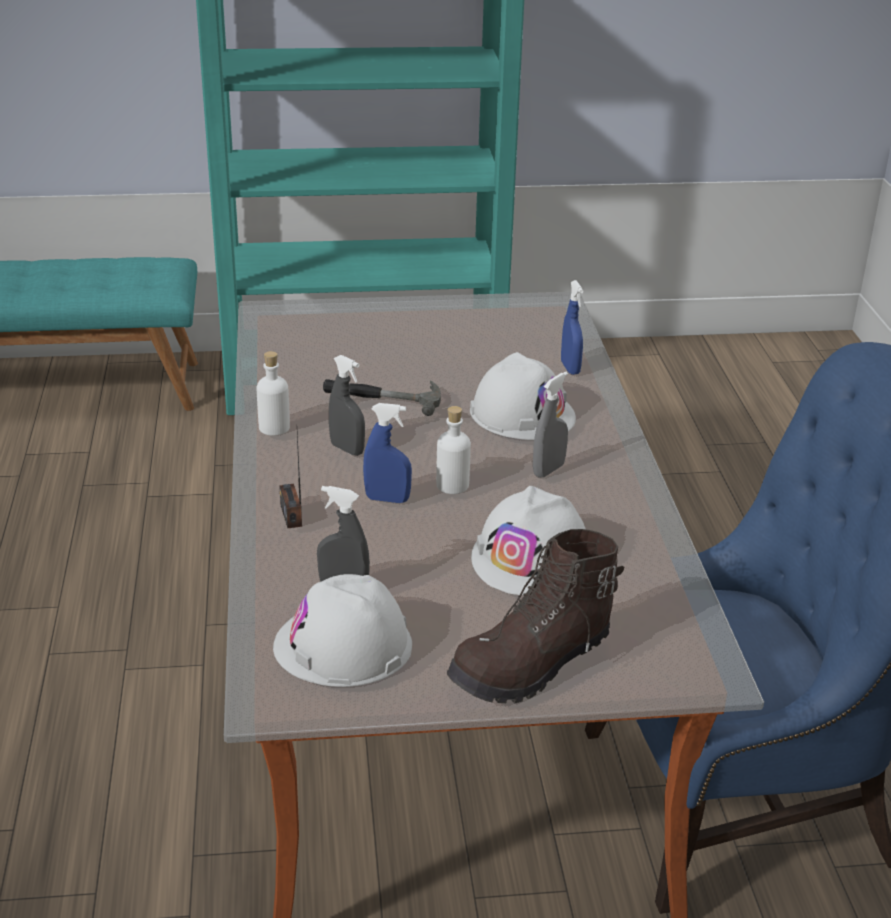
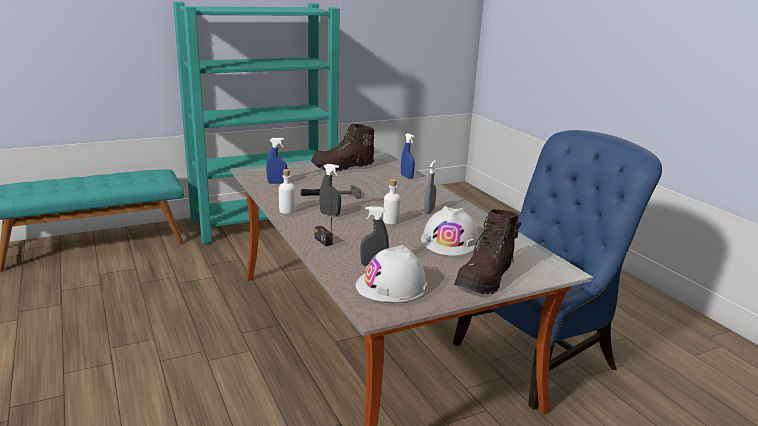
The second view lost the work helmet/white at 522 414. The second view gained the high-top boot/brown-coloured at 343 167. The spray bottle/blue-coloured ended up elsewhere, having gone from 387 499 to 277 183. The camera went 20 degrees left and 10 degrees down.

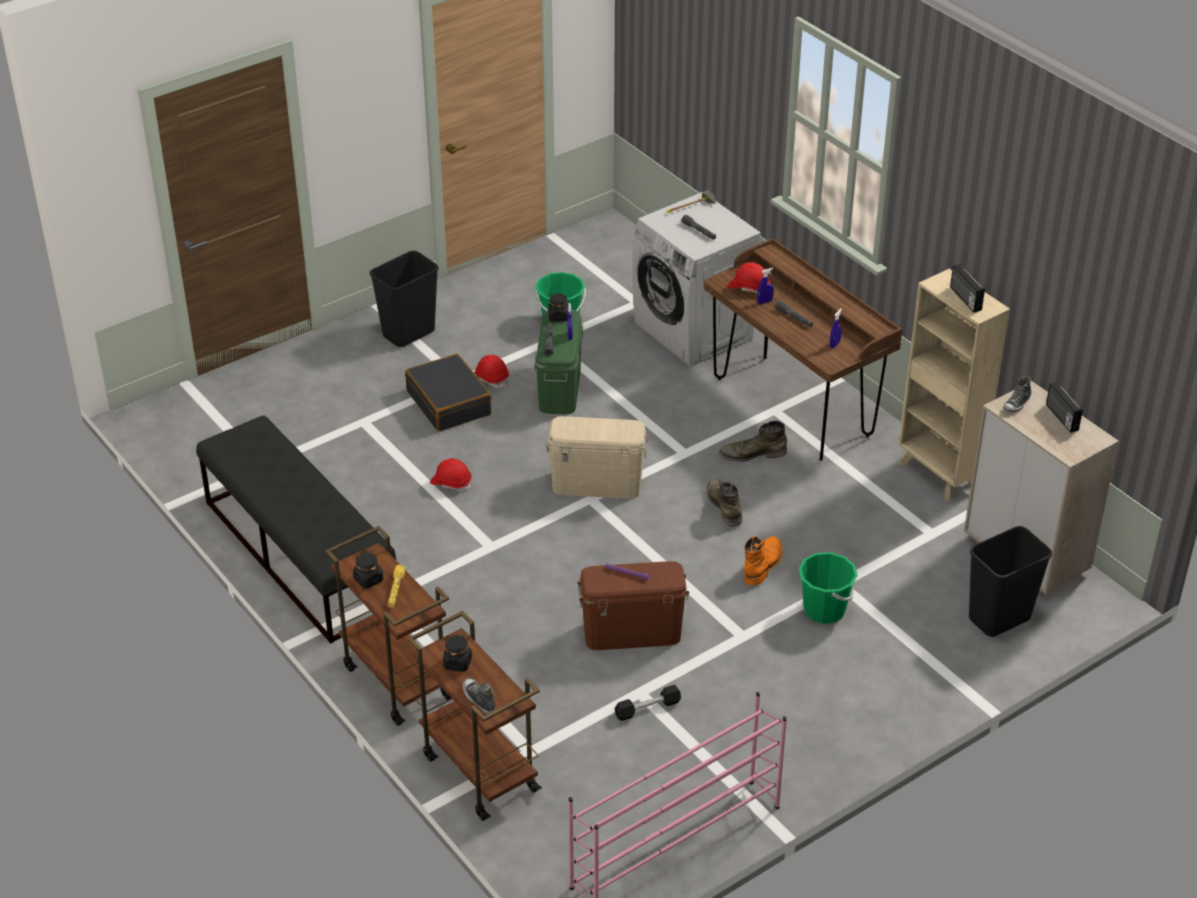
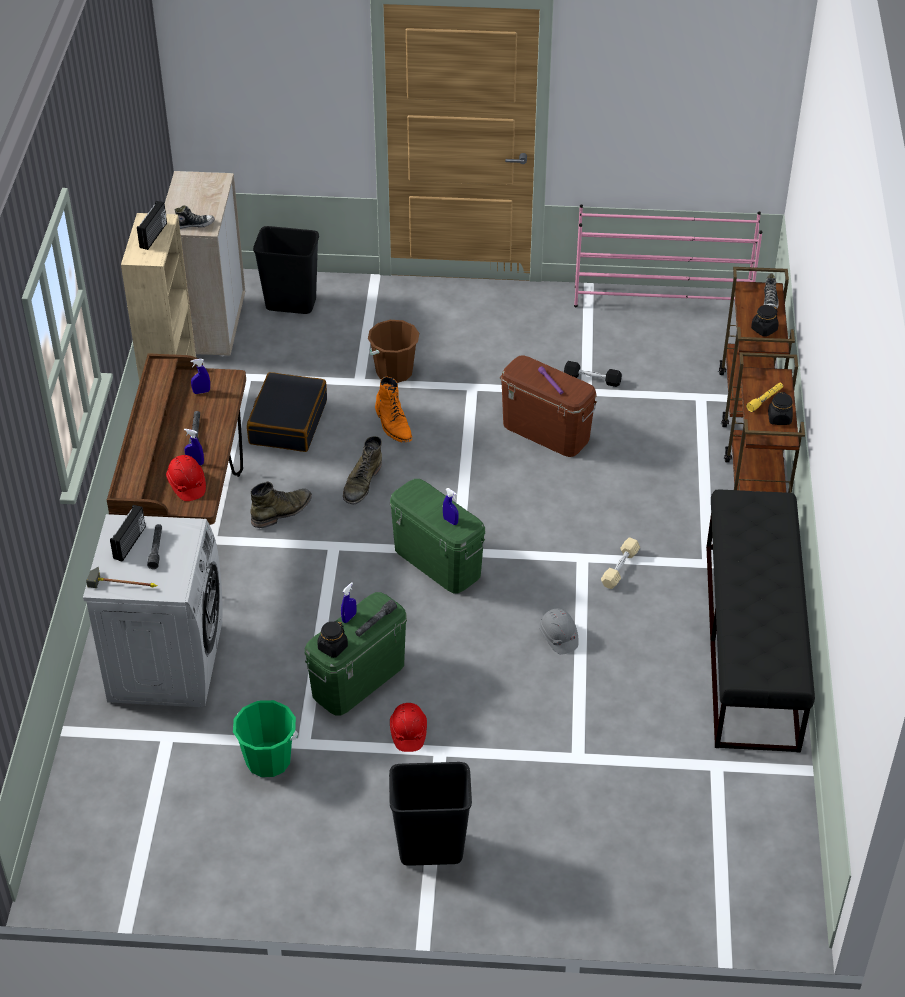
The second view gained the spray bottle/blue-coloured at 450 521. The second view gained the hand weight/sand-coloured at 620 568. The travel case/black-coloured ended up elsewhere, having gone from 449 403 to 287 422. The radio receiver ended up elsewhere, having gone from 1061 417 to 130 543. What was the work helmet/red-coloured at 451 483 turned into the work helmet/gray at 558 637. What was the storage box/sand-coloured at 597 483 turned into the storage box/green-coloured at 437 561. What was the bucket/green-coloured at 824 610 turned into the bucket/brown-coloured at 394 371. The high-top boot/green-coloured at 752 454 ended up facing another way, 75 degrees counterclockwise from before. The high-top boot/orange at 763 564 ended up facing another way, 90 degrees counterclockwise from before. The camera went 140 degrees left and 5 degrees up.

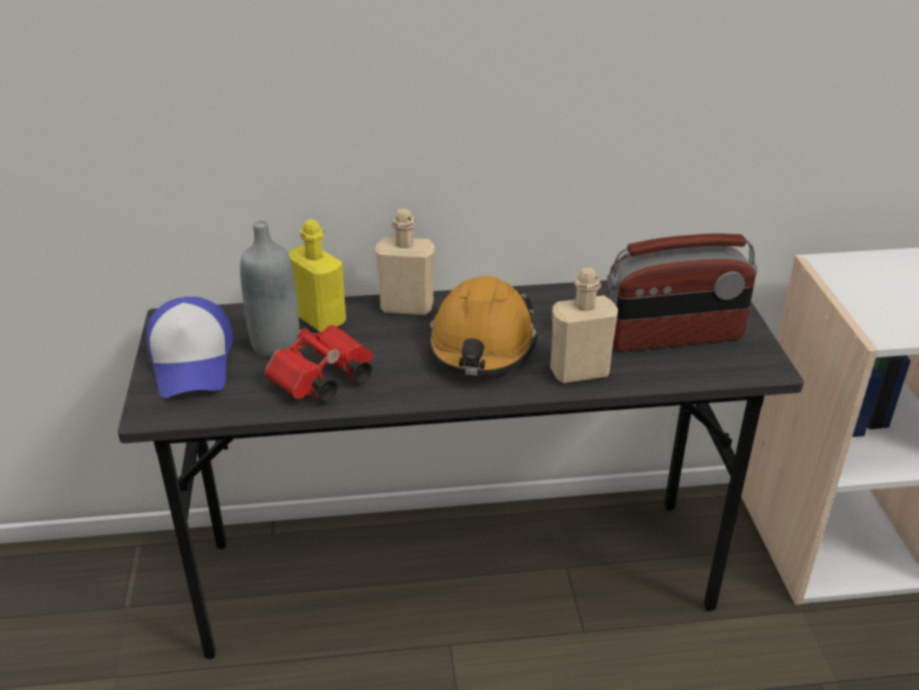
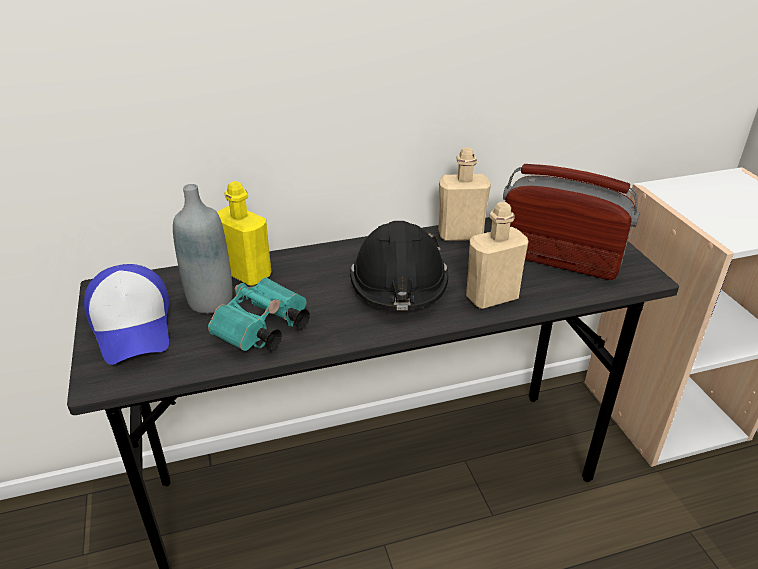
The drink bottle/sand-coloured ended up elsewhere, having gone from 407 307 to 460 235. What was the pair of binoculars/red-coloured at 321 381 turned into the pair of binoculars/turquoise at 262 331. What was the work helmet/orange at 481 346 turned into the work helmet/black-coloured at 399 283. The radio receiver at 673 337 ended up facing another way, 135 degrees counterclockwise from before. The camera went 10 degrees left and 0 degrees up.

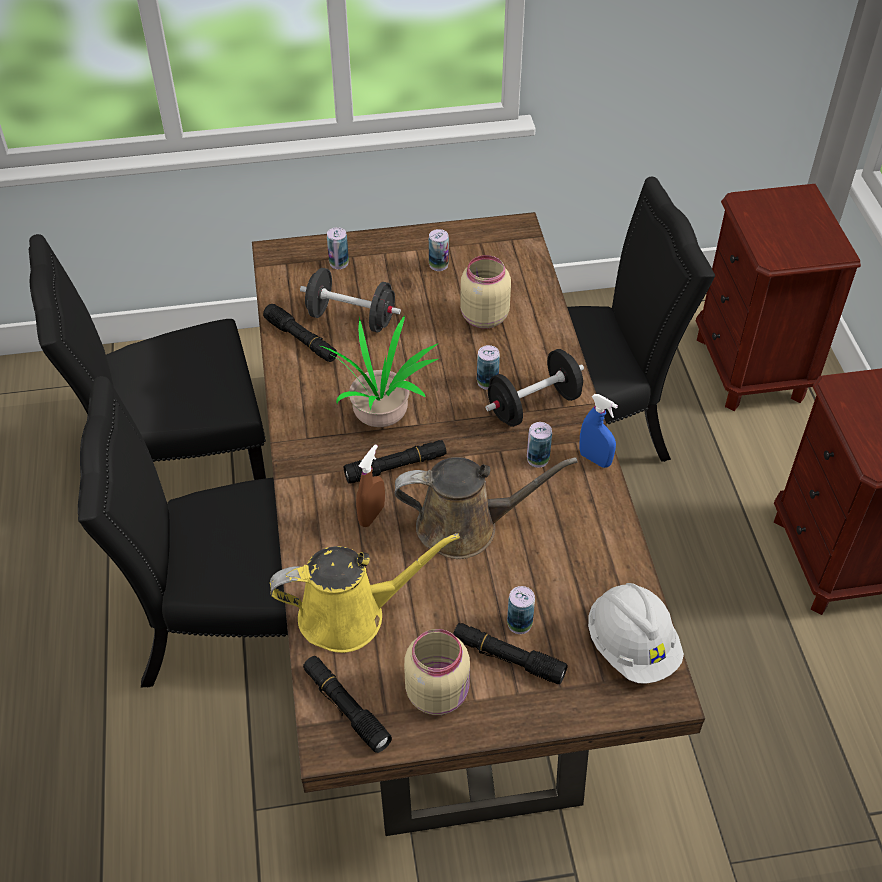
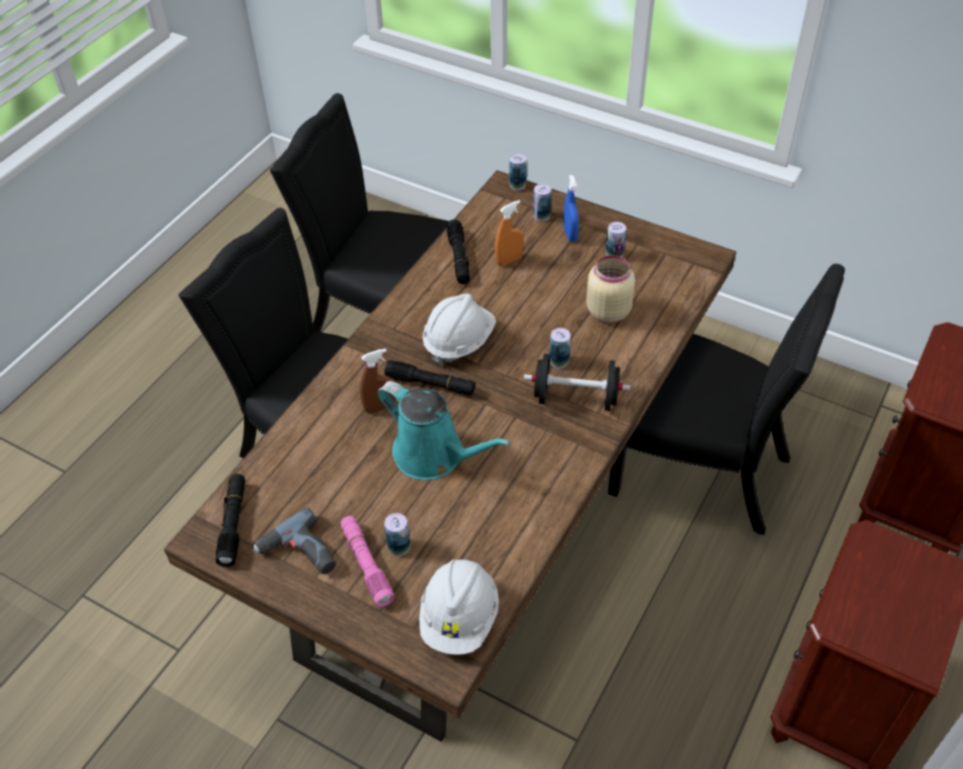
The second view lost the watering can/yellow-coloured at 350 615. The metal can ended up elsewhere, having gone from 537 459 to 517 185. The spray bottle/blue-coloured ended up elsewhere, having gone from 595 459 to 570 234. Where the hand weight/black-coloured stood at 351 318, the spray bottle/orange came to stand at 509 260. Where the potted plant stood at 382 415, the work helmet/white came to stand at 459 341. Where the storage jar/sand-coloured stood at 439 692, the power drill came to stand at 298 555. What was the watering can/brown-coloured at 465 526 turned into the watering can/turquoise at 434 455. What was the hand torch/black-coloured at 508 658 turned into the hand torch/pink-coloured at 366 564. The camera went 40 degrees right and 0 degrees up.

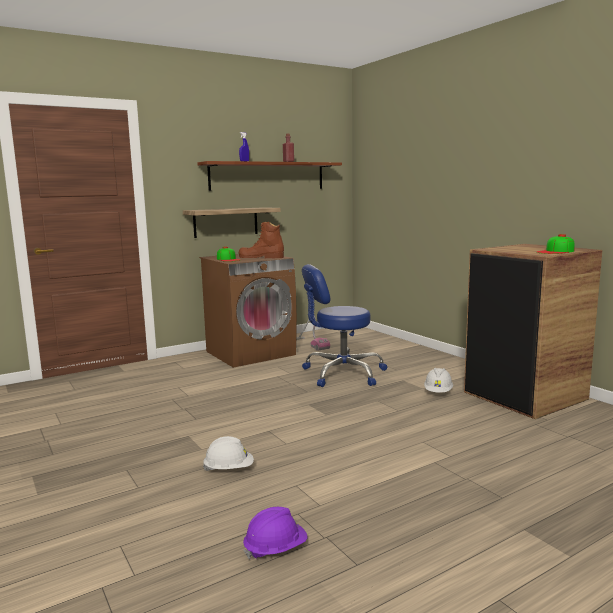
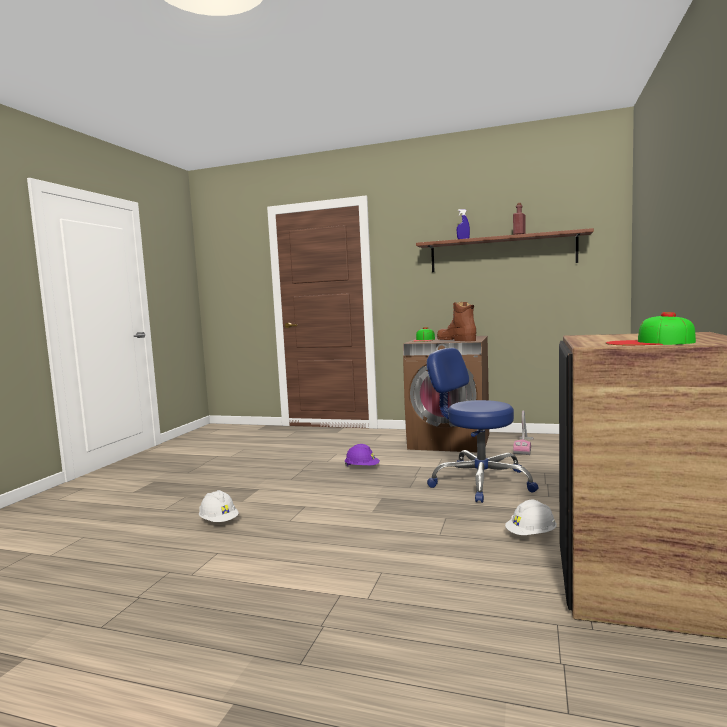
The second view lost the wall shelf at 226 222. The work helmet/purple ended up elsewhere, having gone from 275 549 to 362 468. The camera went 50 degrees right and 5 degrees down.

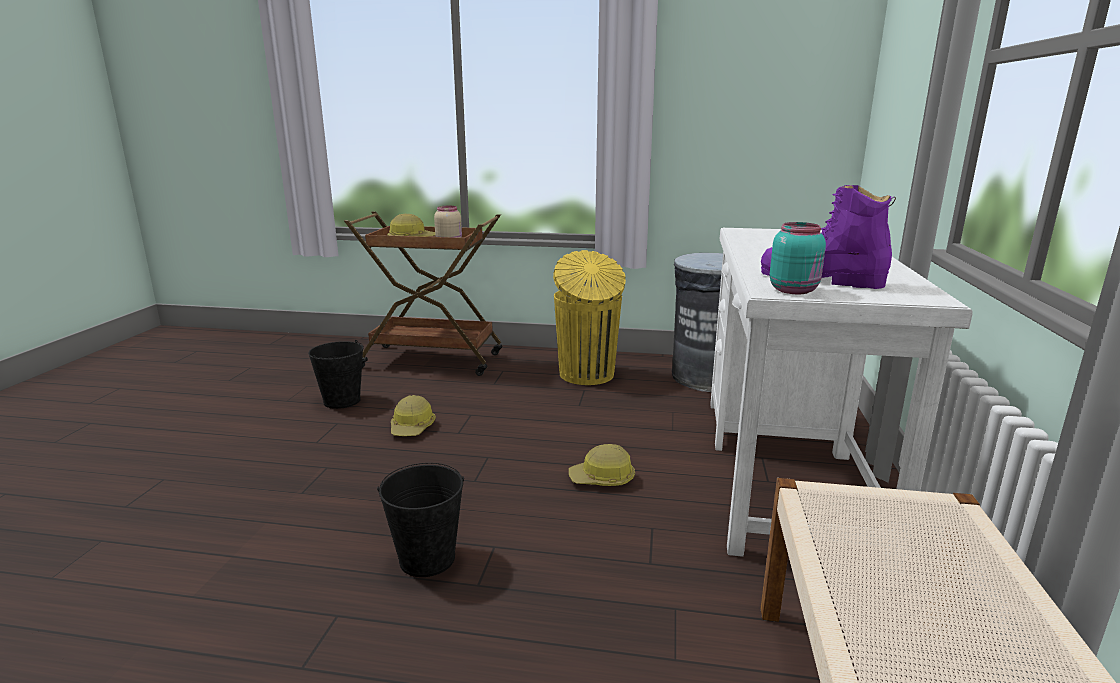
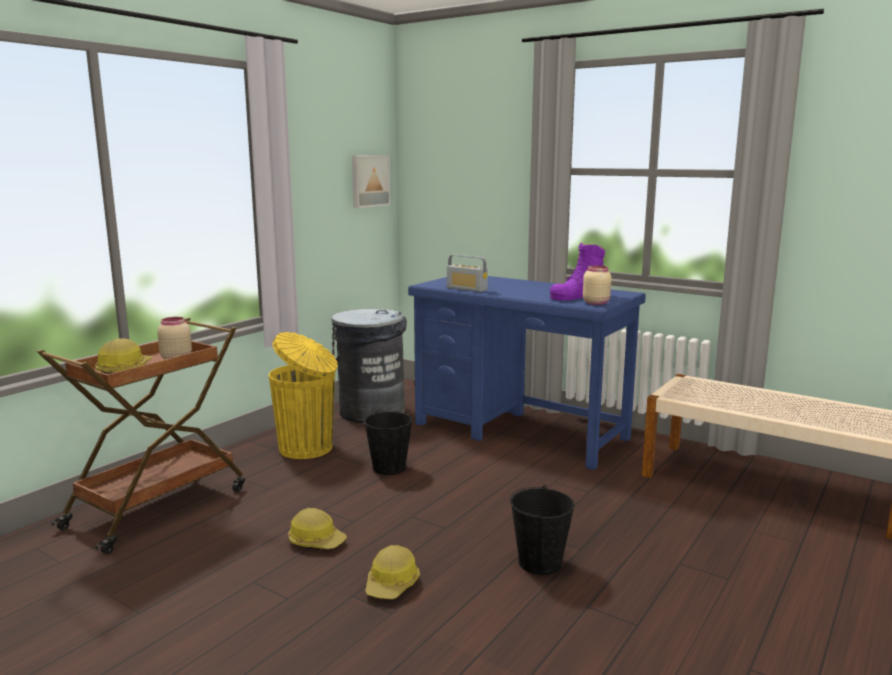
The second view gained the picture at 369 181. The second view gained the radio receiver at 467 289. The bucket/black-coloured ended up elsewhere, having gone from 341 401 to 389 468. The work helmet ended up elsewhere, having gone from 602 479 to 392 584. What was the desk unit/white at 787 470 turned into the desk unit/blue-coloured at 521 431. What was the storage jar/turquoise at 794 290 turned into the storage jar/sand-coloured at 596 303. The camera went 65 degrees left and 5 degrees down.

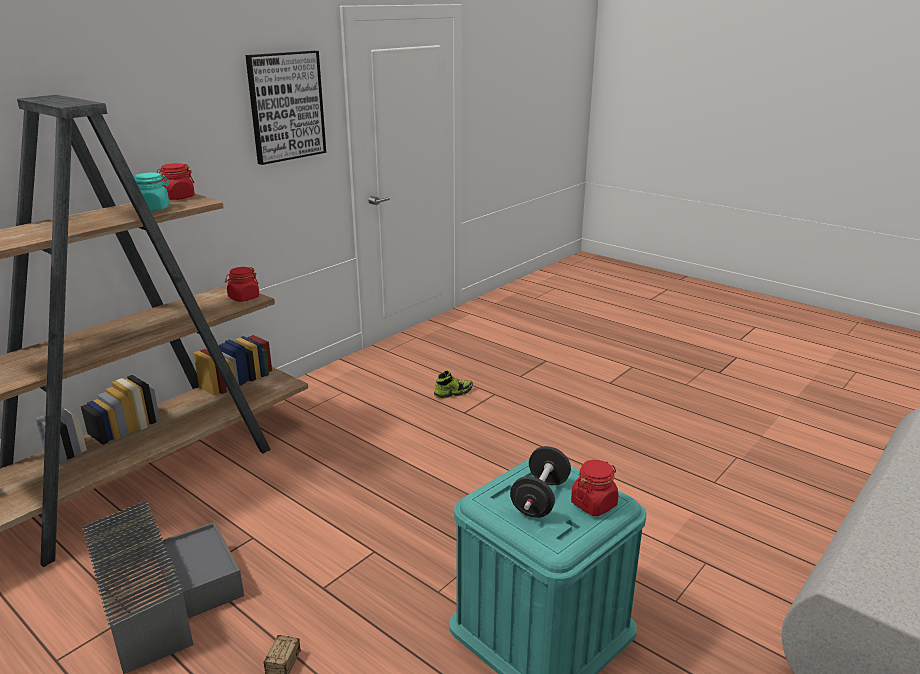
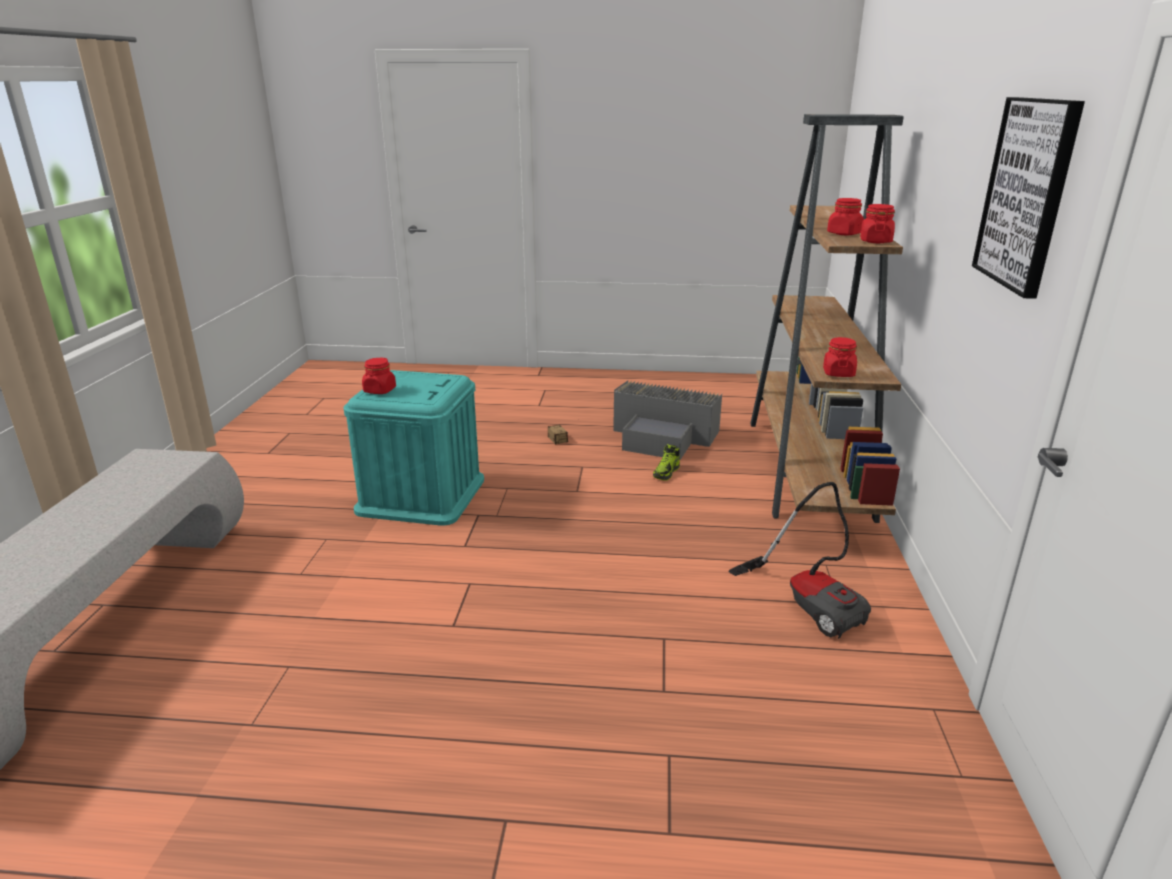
The second view lost the hand weight/black-coloured at 540 498. The second view gained the hoover at 810 602. The item of footwear ended up elsewhere, having gone from 453 393 to 666 473. What was the storage jar/turquoise at 153 208 turned into the storage jar/red-coloured at 844 233. The camera went 145 degrees right and 0 degrees up.

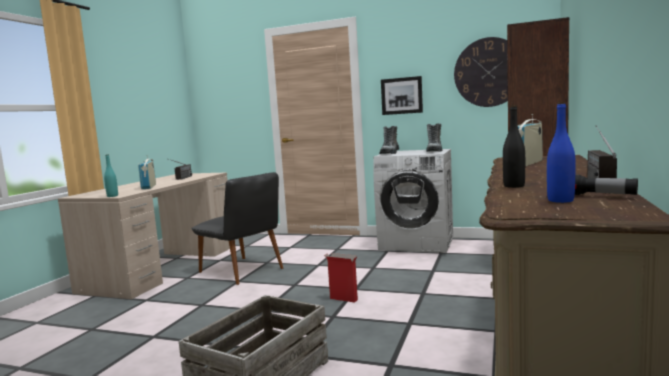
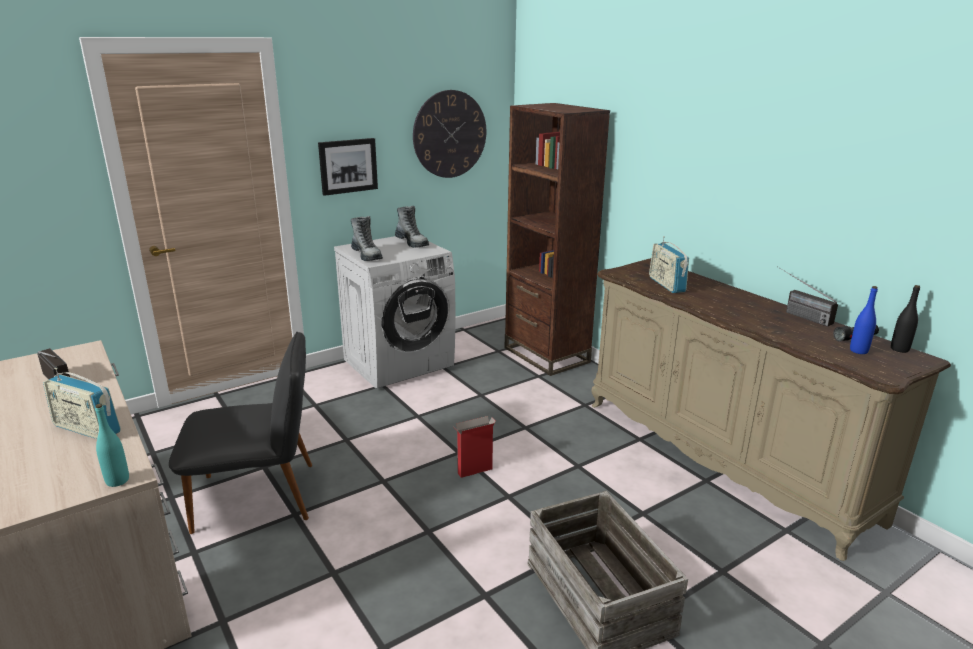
The drink bottle/black-coloured ended up elsewhere, having gone from 514 186 to 899 349. The camera went 55 degrees left and 15 degrees up.

